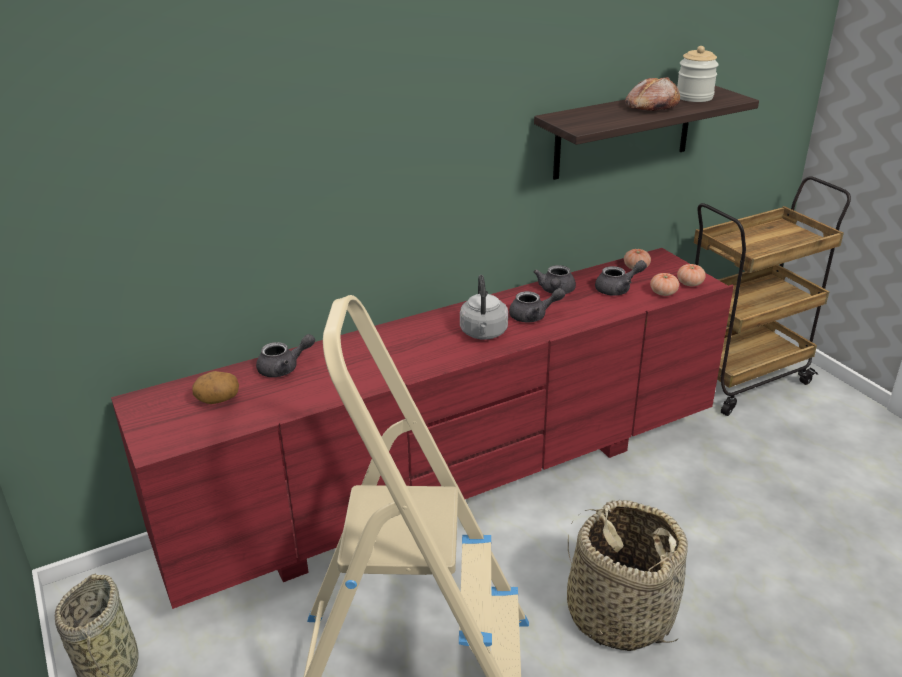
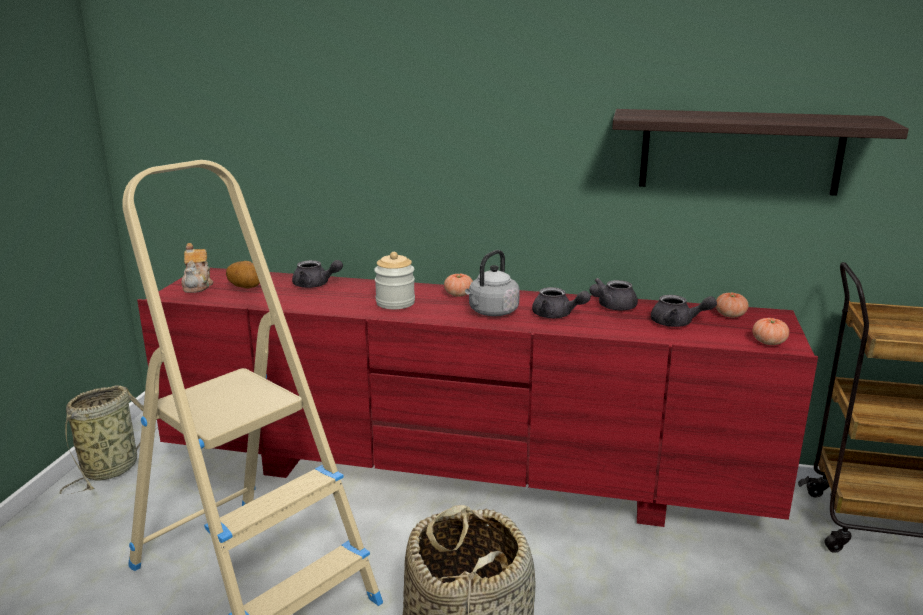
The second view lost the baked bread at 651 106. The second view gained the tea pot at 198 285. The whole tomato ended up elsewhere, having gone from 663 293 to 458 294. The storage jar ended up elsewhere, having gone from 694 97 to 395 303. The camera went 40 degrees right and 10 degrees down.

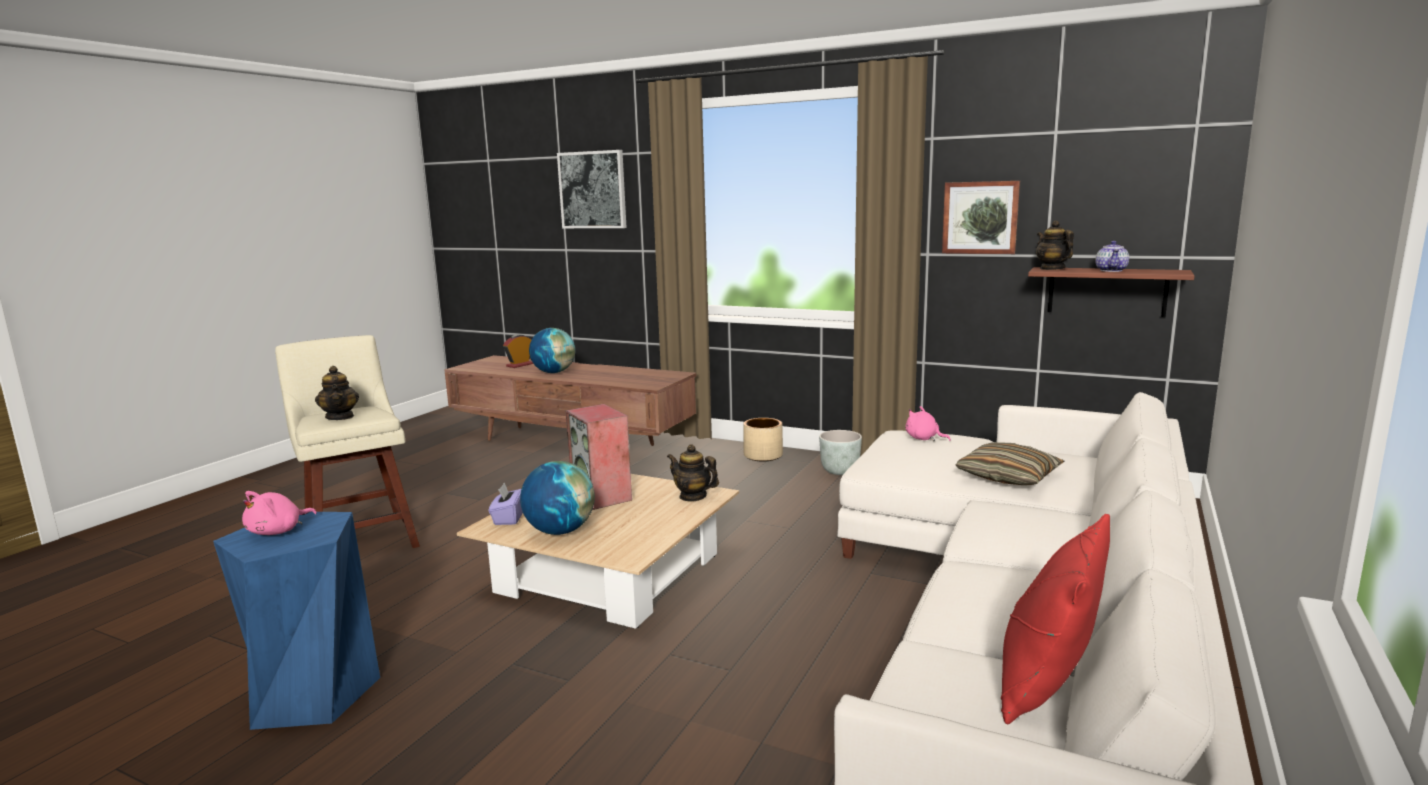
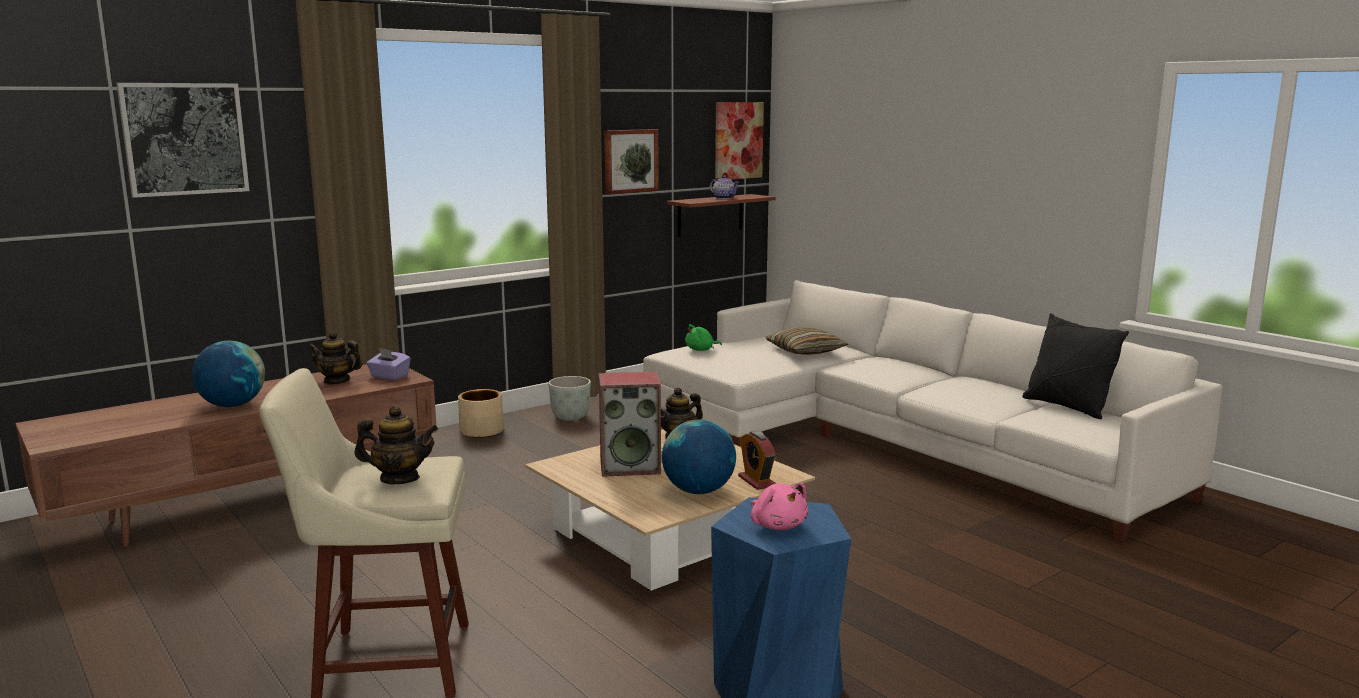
The second view gained the picture at 738 140. The box of tissues/purple ended up elsewhere, having gone from 508 518 to 389 376. The alarm clock ended up elsewhere, having gone from 520 365 to 756 481. The tea pot ended up elsewhere, having gone from 1052 269 to 337 381. What was the cuddly toy/pink-coloured at 924 439 turned into the cuddly toy/green-coloured at 701 350. What was the pillow/red-coloured at 1045 686 turned into the pillow/black-coloured at 1067 407. The camera went 65 degrees left and 0 degrees up.

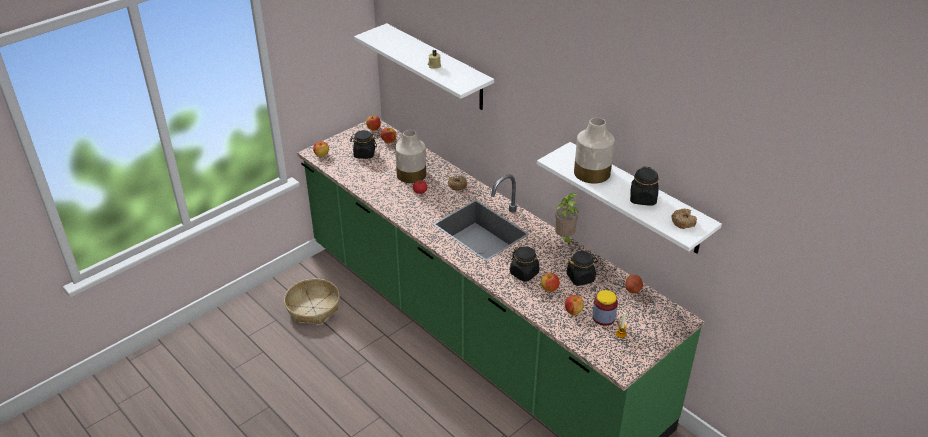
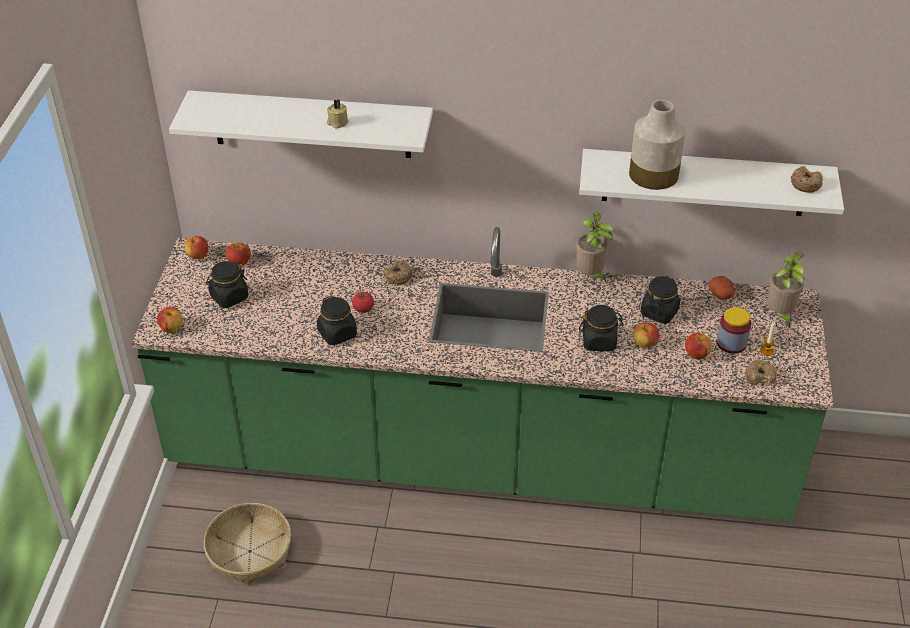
The second view lost the decorative vase/sand-coloured at 411 174. The second view gained the doughnut at 760 377. The second view gained the potted plant at 780 315. The storage jar/black-coloured ended up elsewhere, having gone from 643 199 to 337 333. The camera went 40 degrees left and 5 degrees up.

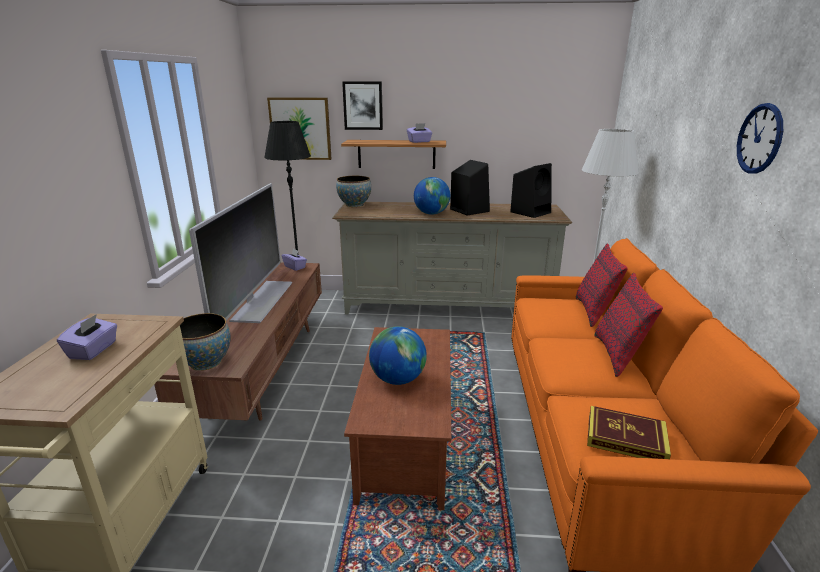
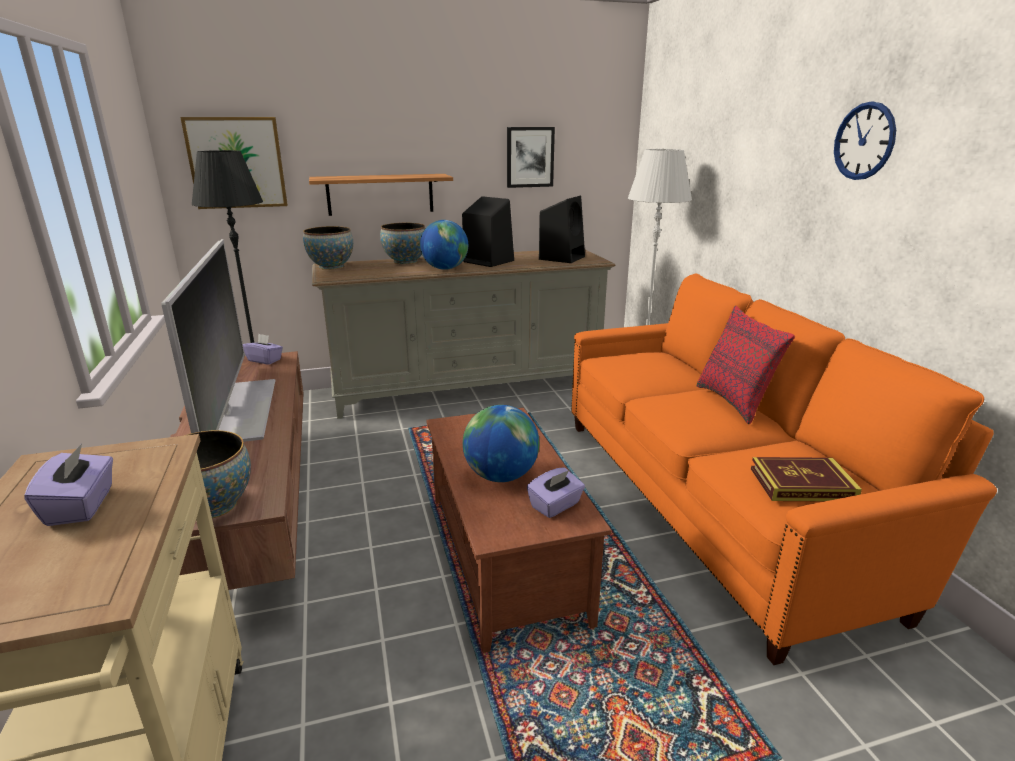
The second view lost the pillow/red-coloured at 593 312. The second view gained the serving bowl at 405 261. The picture ended up elsewhere, having gone from 363 105 to 529 157. The box of tissues/purple ended up elsewhere, having gone from 419 141 to 555 505. The camera went 20 degrees left and 0 degrees up.

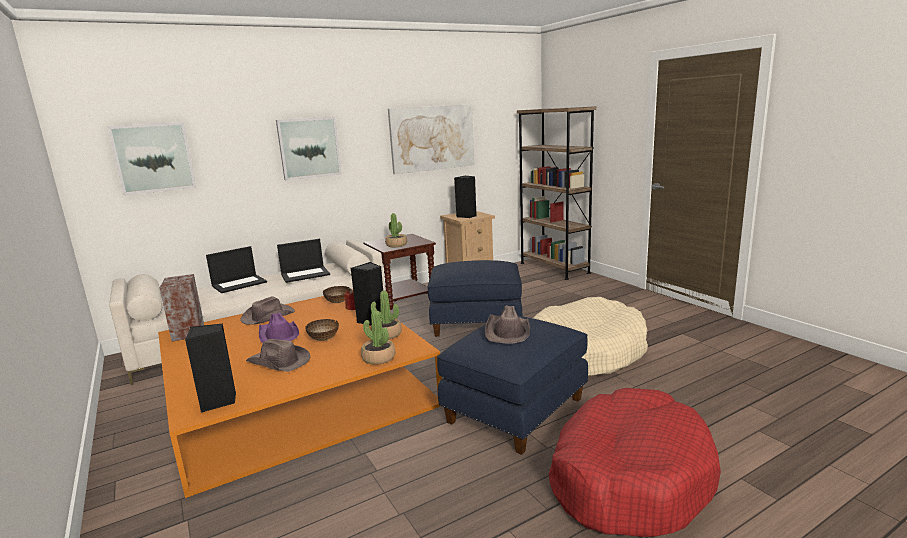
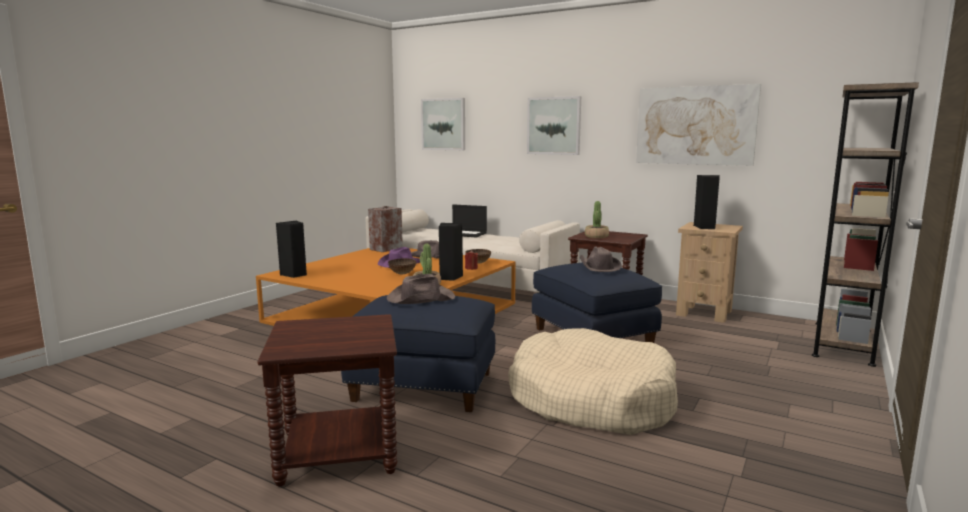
The second view lost the laptop at 306 274. The second view lost the potted plant at 378 358. The wearable hat/brown-coloured ended up elsewhere, having gone from 279 362 to 598 267. Where the pet bed/red-coloured stood at 628 477, the end table/brown-coloured came to stand at 337 454. The camera went 60 degrees right and 5 degrees down.

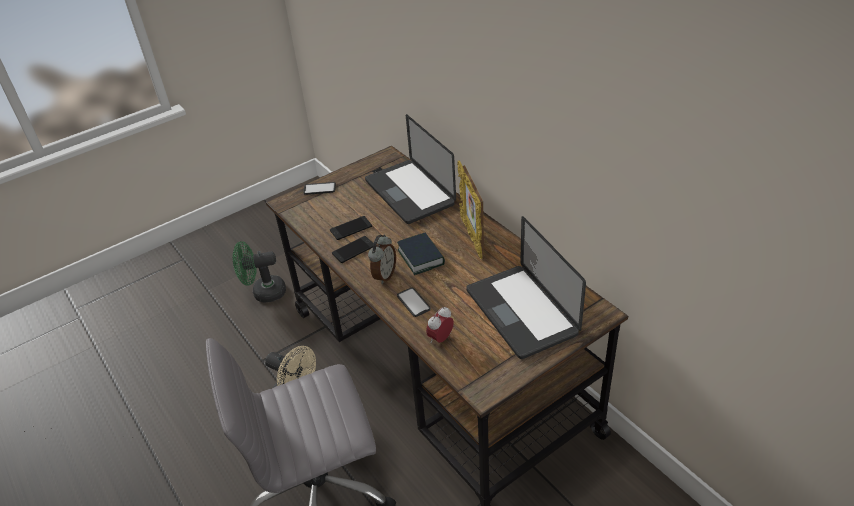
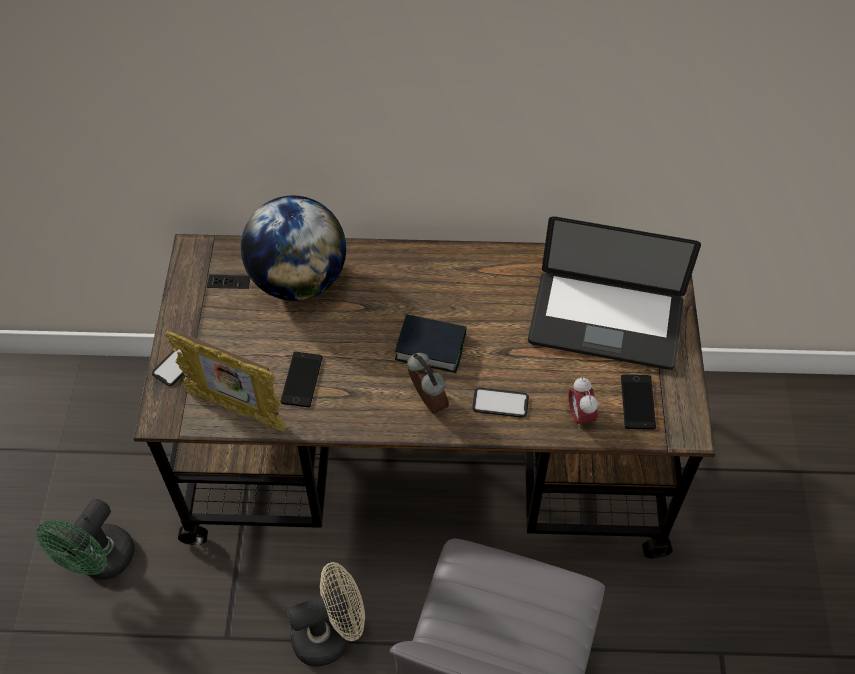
The telephone ended up elsewhere, having gone from 353 250 to 637 402. The picture frame ended up elsewhere, having gone from 472 237 to 236 409. Where the laptop stood at 409 192, the desk globe came to stand at 298 280. The camera went 55 degrees left and 15 degrees up.

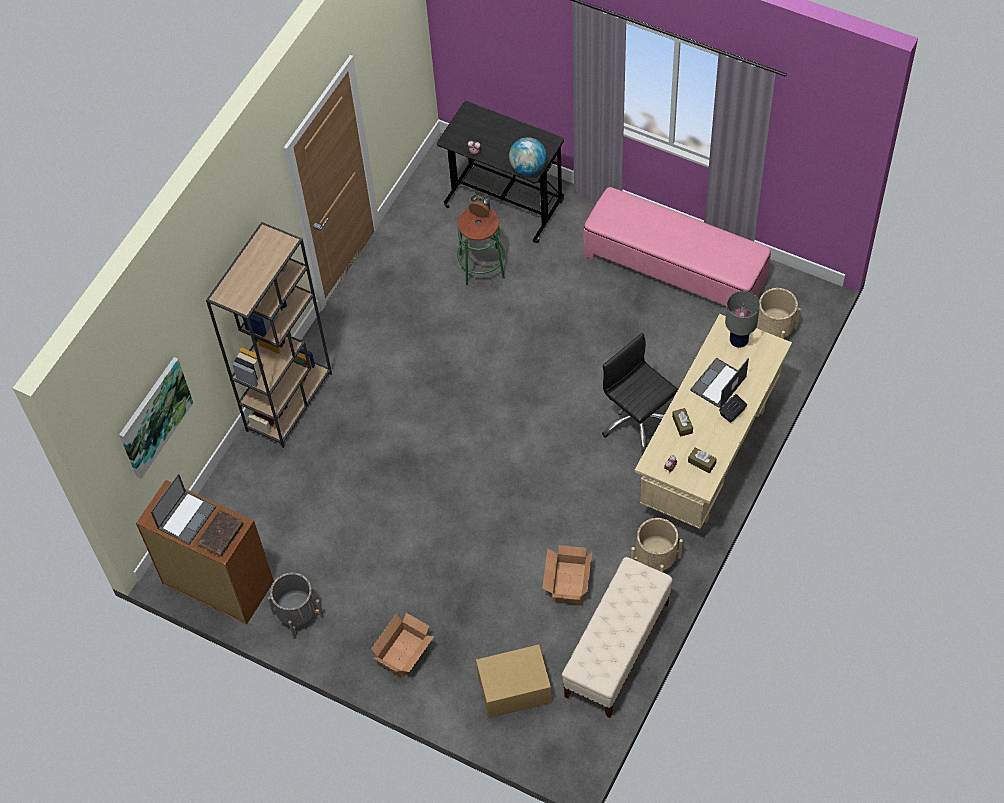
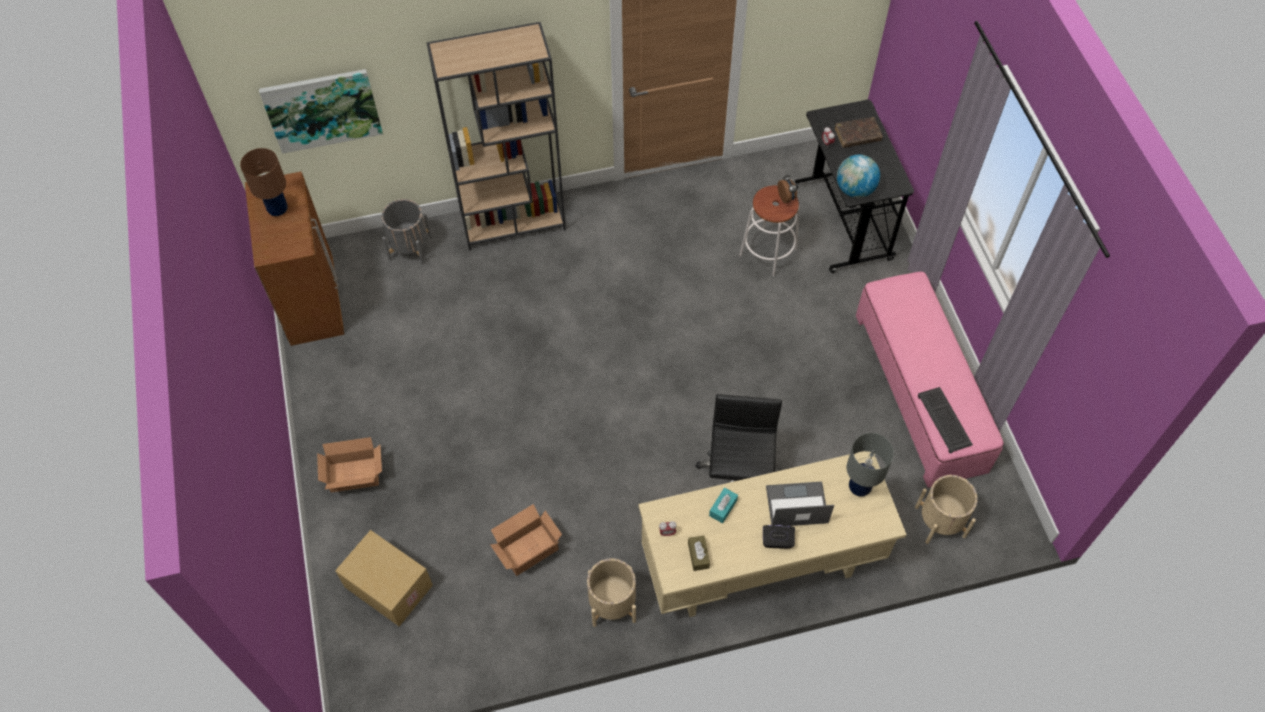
The second view lost the bench/sand-coloured at 617 650. The second view gained the PC keyboard at 945 420. The bound book/brown-coloured ended up elsewhere, having gone from 221 535 to 857 136. The flower pot/gray ended up elsewhere, having gone from 298 615 to 410 248. Where the laptop stood at 187 517, the lamp for a table/brown-coloured came to stand at 278 209. What was the sitting stool/green-coloured at 481 266 turned into the sitting stool/white at 768 252. What was the box of tissues/brown-coloured at 682 425 turned into the box of tissues/turquoise at 723 508. The camera went 45 degrees right and 0 degrees up.

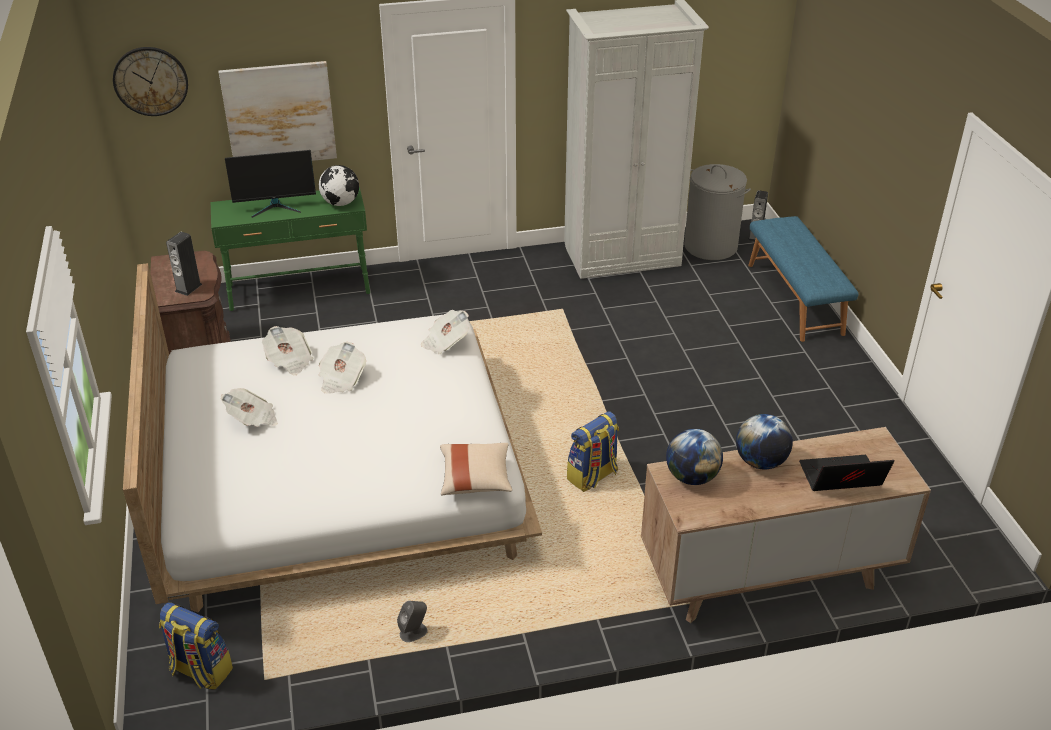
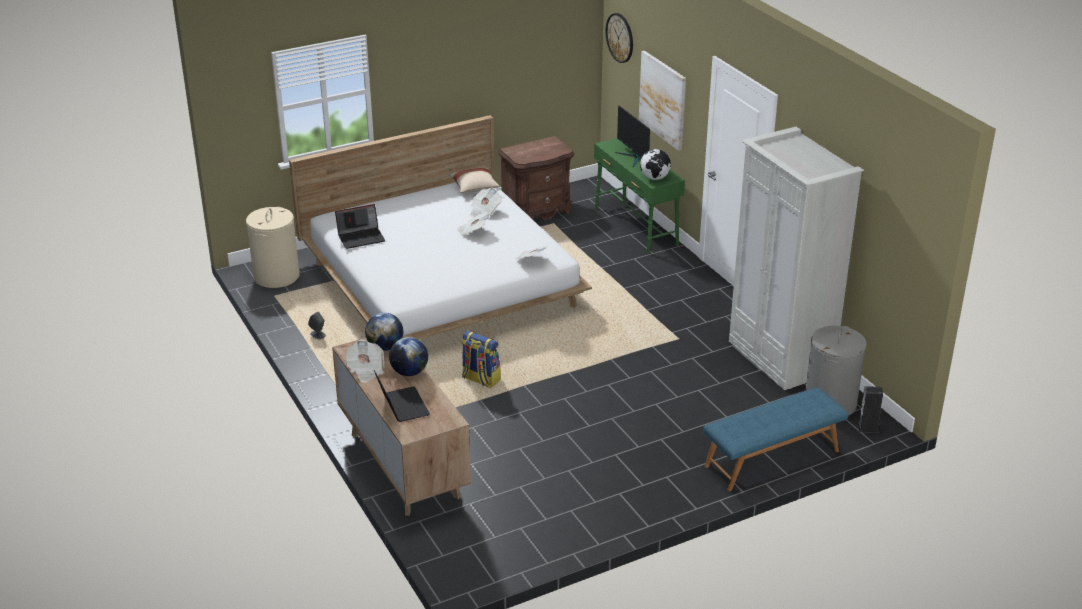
The second view lost the loudspeaker at 188 288. The second view gained the laptop at 361 237. The daily paper ended up elsewhere, having gone from 252 419 to 366 370. The pillow/sand-coloured ended up elsewhere, having gone from 475 479 to 474 188. Where the rucksack stood at 200 671, the washing basket/sand-coloured came to stand at 276 276. The camera went 75 degrees right and 5 degrees down.

